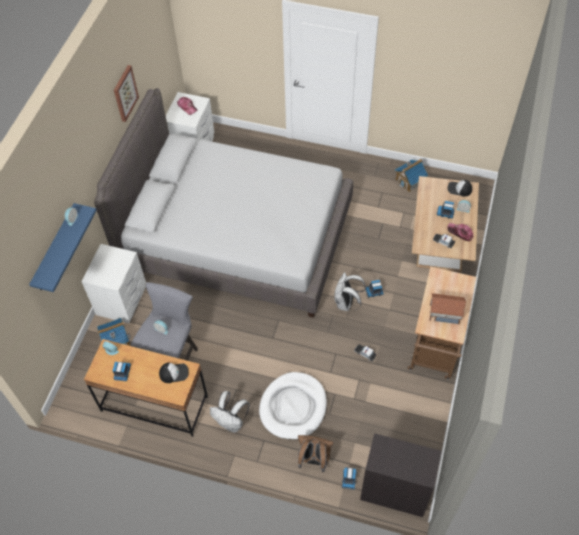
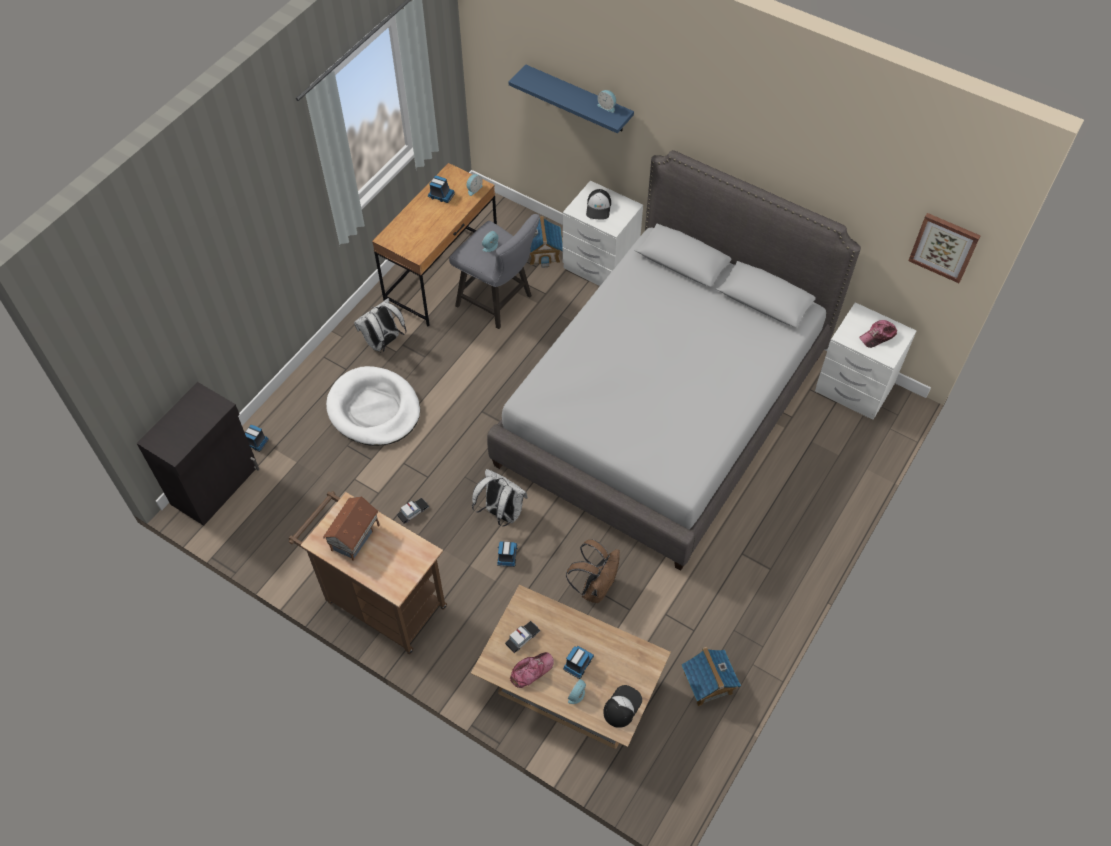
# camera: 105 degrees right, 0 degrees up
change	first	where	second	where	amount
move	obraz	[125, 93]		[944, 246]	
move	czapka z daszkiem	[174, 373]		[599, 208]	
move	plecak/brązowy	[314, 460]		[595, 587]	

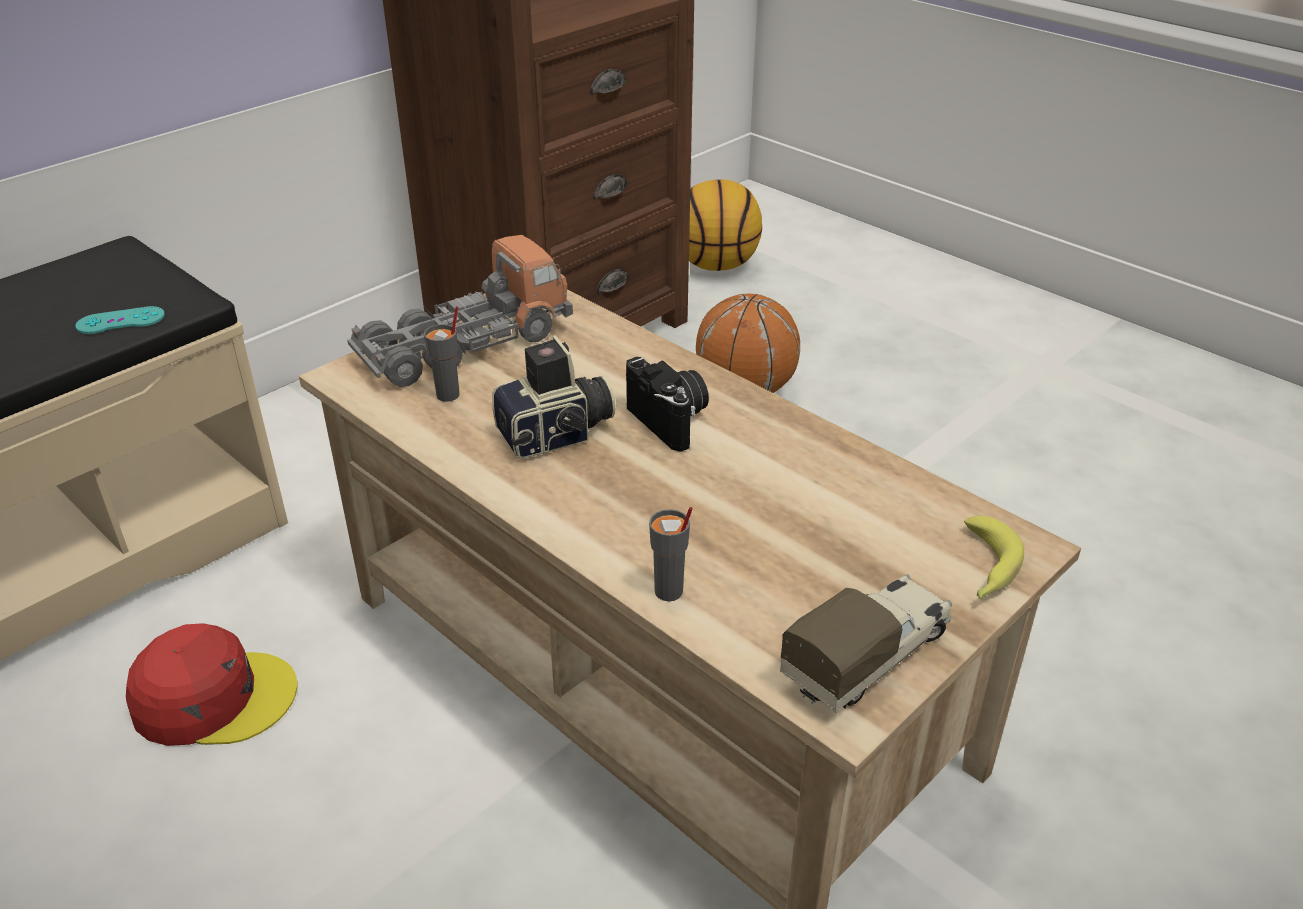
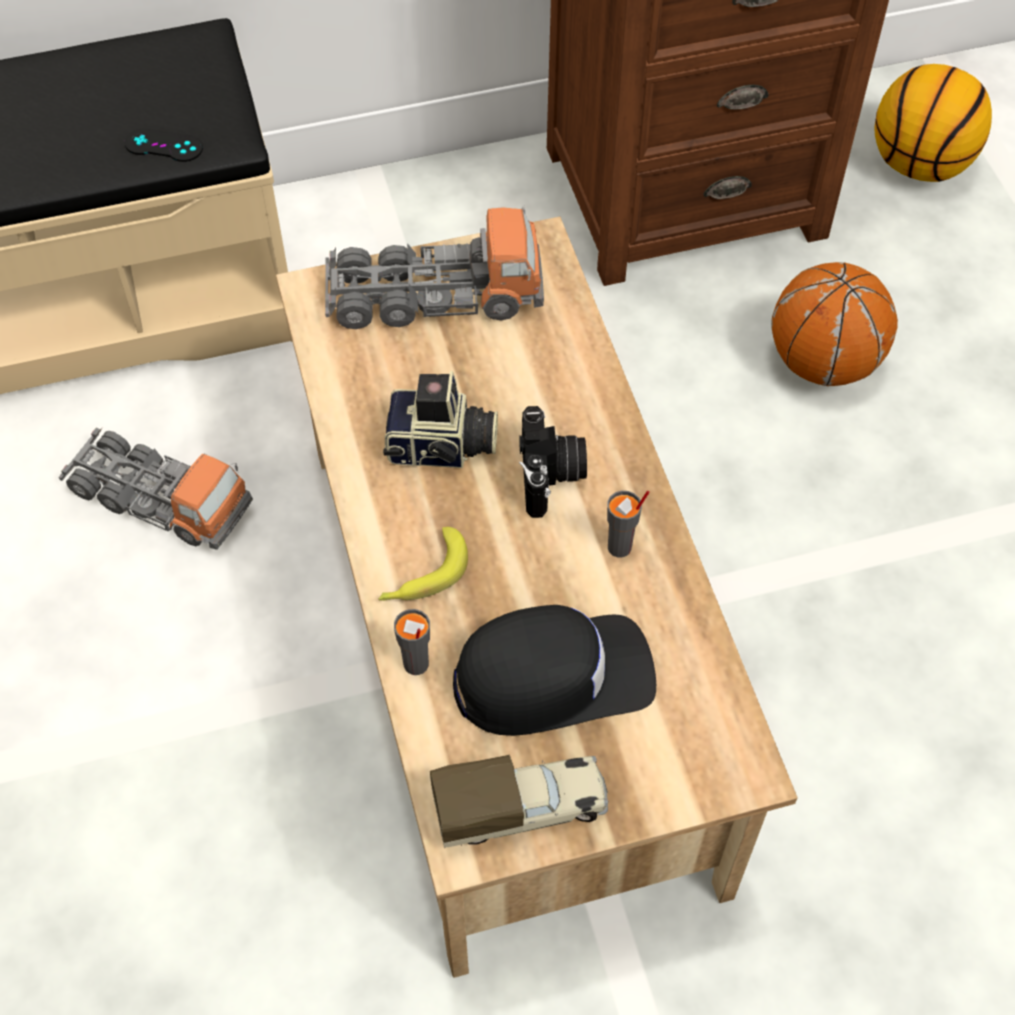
# camera: 30 degrees right, 20 degrees up
change	first	where	second	where	amount
insert			czapka z daszkiem/czarny	[554, 677]	
move	filiżanka/szary	[449, 395]		[620, 547]	
move	banan	[985, 569]		[423, 576]	
replace	czapka z daszkiem/czerwony	[214, 697]	ciężarówka zabawkowa	[159, 499]	
recolor	pad do gier/turkusowy	[121, 321]	pad do gier/czarny	[163, 146]	

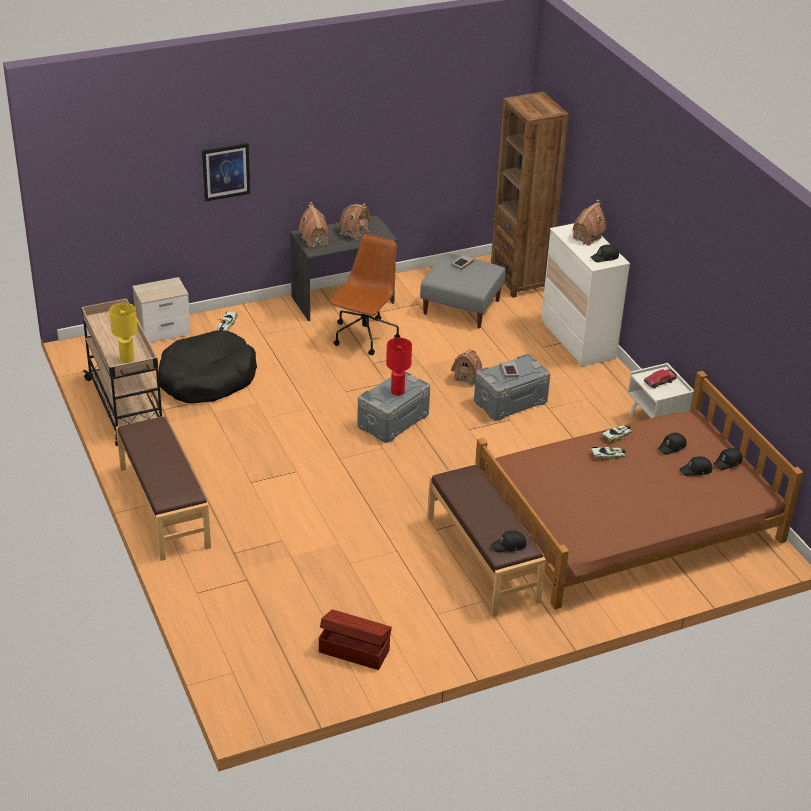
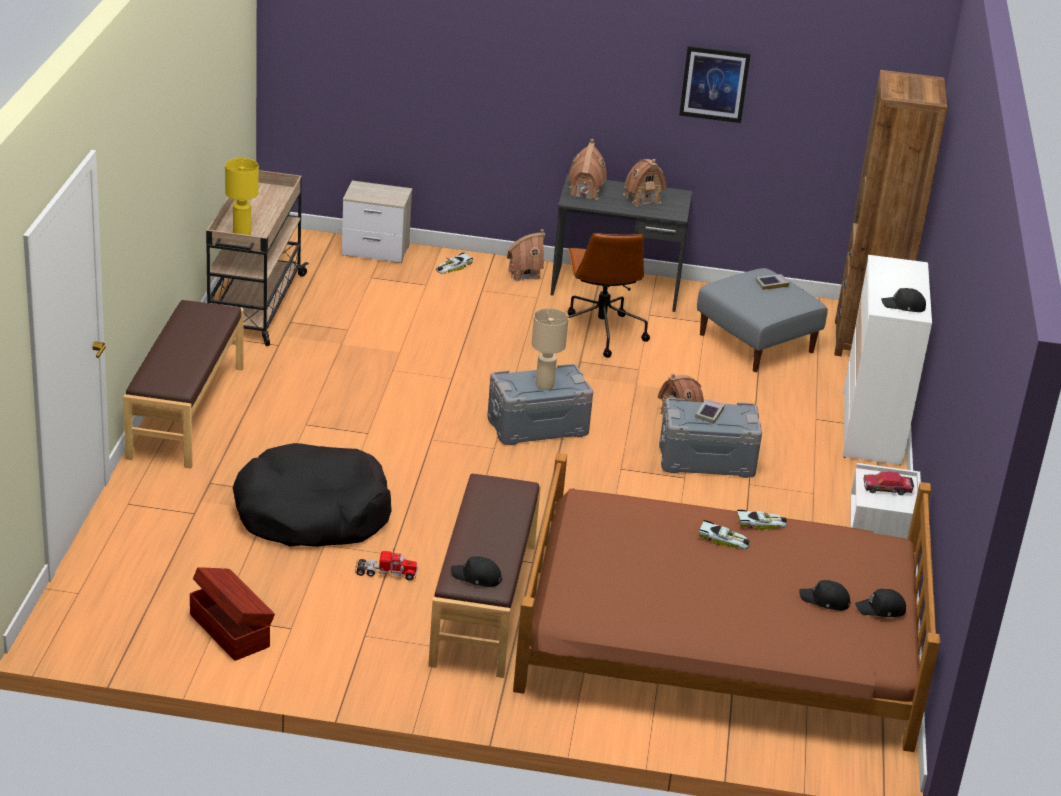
# camera: 30 degrees right, 5 degrees down
change	first	where	second	where	amount
delete	czapka z daszkiem/czarny	[672, 447]			
insert			ciężarówka zabawkowa	[385, 573]	
move	legowisko/czarny	[206, 379]		[312, 514]	
move	obraz	[226, 171]		[714, 84]	
move	domek	[586, 238]		[524, 273]	
recolor	lampa stołowa/czerwony	[398, 392]	lampa stołowa/beżowy	[545, 385]	
rotate	krzesło biurowe/brązowy	[364, 337]		[600, 332]	120 degrees clockwise

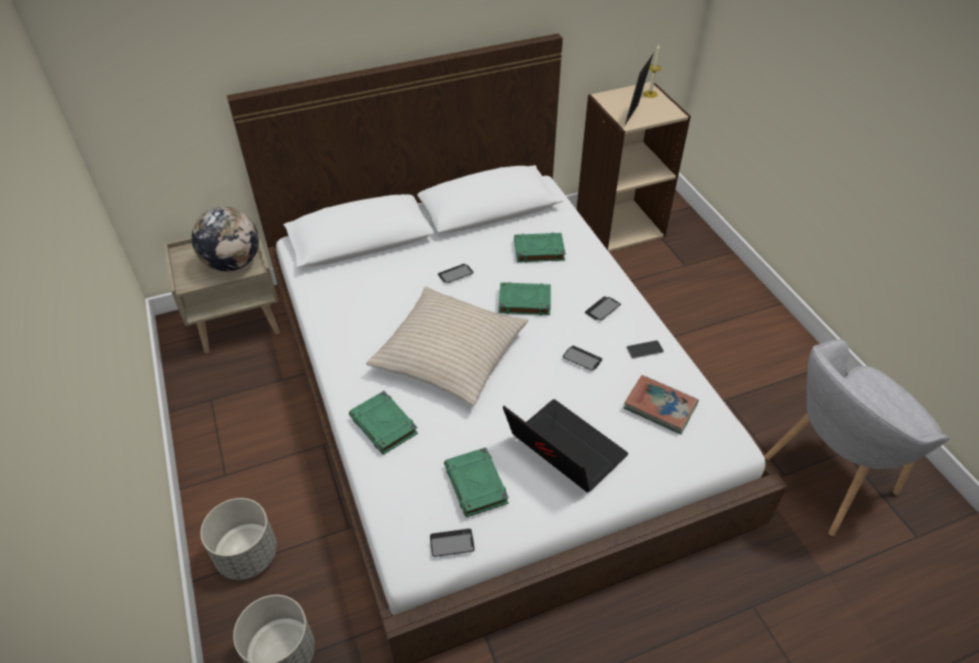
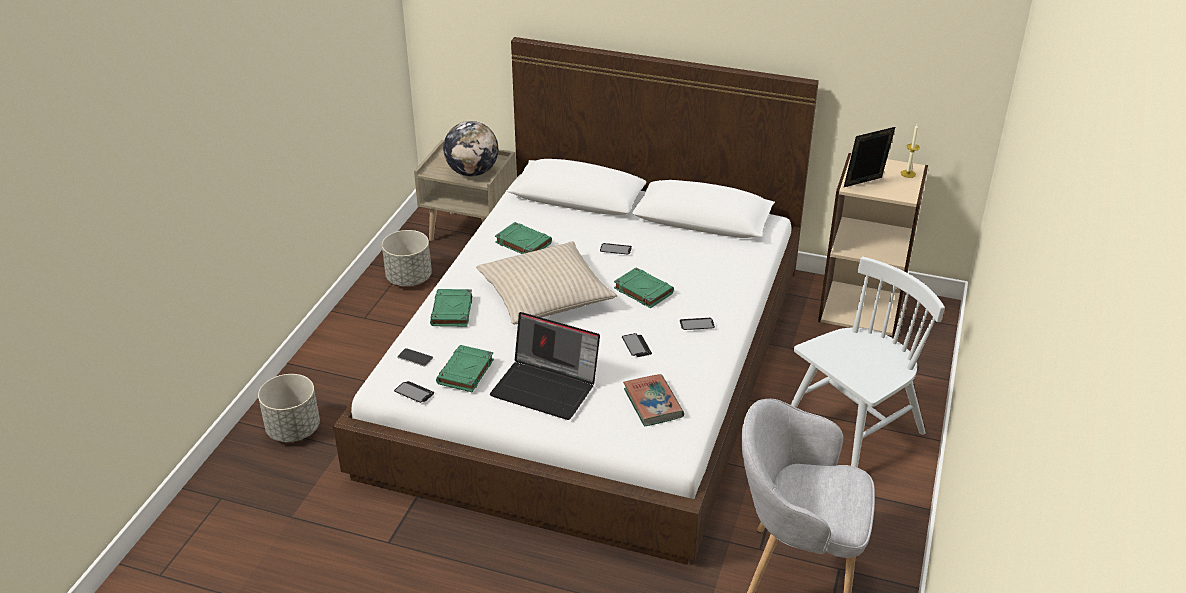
# camera: 40 degrees right, 10 degrees down
change	first	where	second	where	amount
insert			krzesło/biały	[853, 429]	
move	donica/szary	[248, 555]		[409, 278]	
move	książka/zielony	[538, 250]		[522, 243]	
move	telefon	[644, 349]		[415, 357]	
rotate	laptop	[562, 450]		[547, 387]	120 degrees clockwise

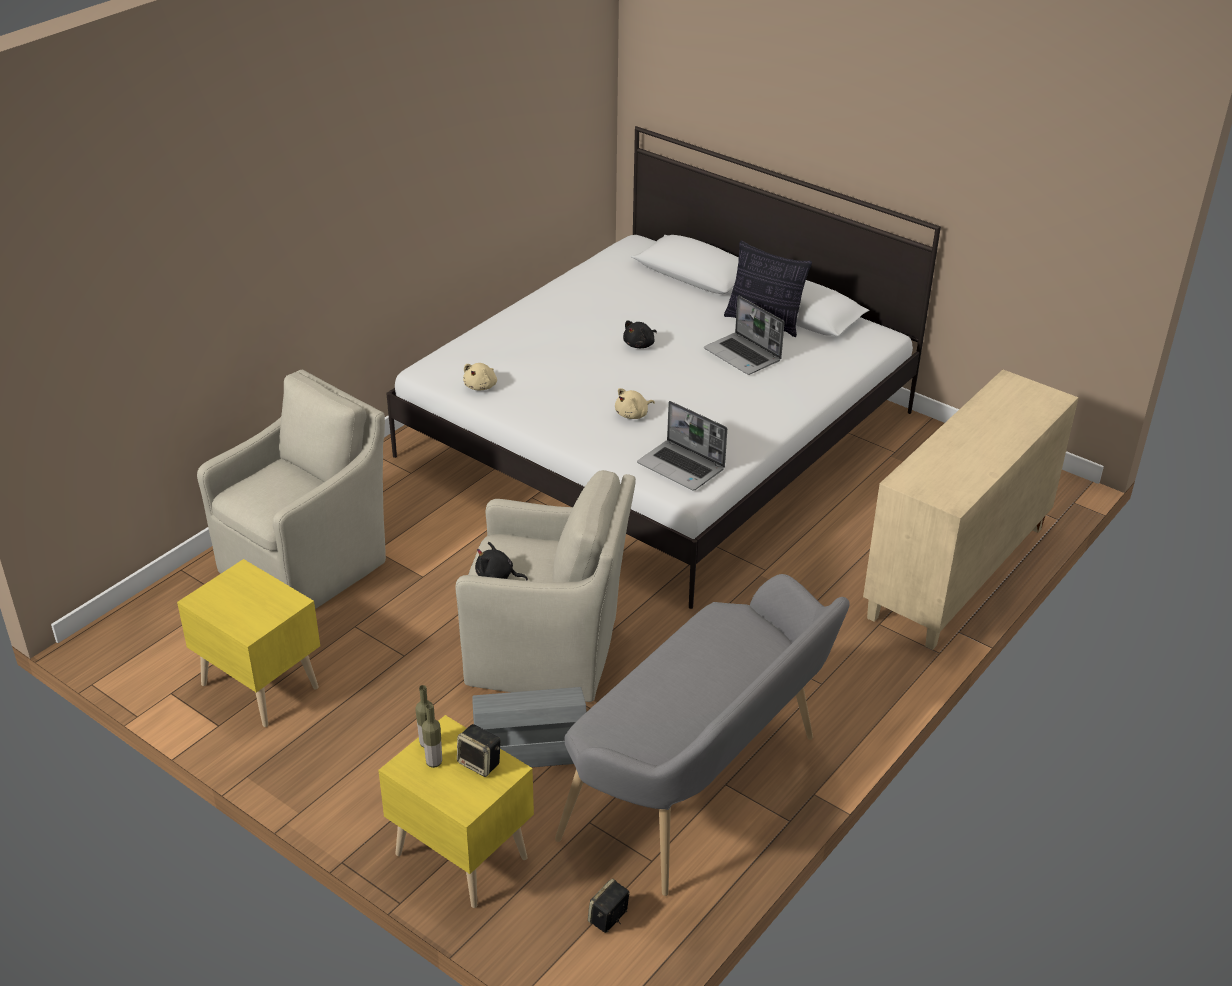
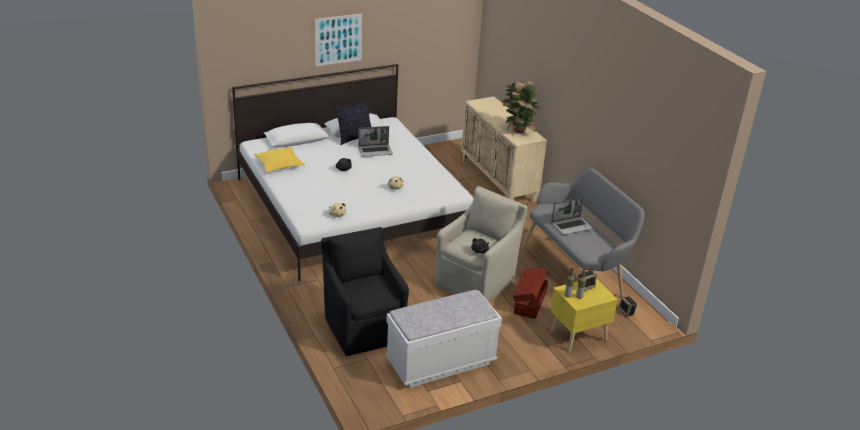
# camera: 65 degrees left, 5 degrees down
change	first	where	second	where	amount
insert			poduszka/żółty	[279, 164]	
insert			obraz	[338, 39]	
insert			roślina doniczkowa	[518, 131]	
move	laptop	[682, 467]		[571, 226]	
replace	szafka nocna/żółty	[260, 684]	ławka/biały	[441, 362]	
recolor	fotel/beżowy	[308, 564]	fotel/czarny	[363, 328]	
recolor	pojemnik do przechowywania/szary	[529, 747]	pojemnik do przechowywania/brązowy	[529, 303]	

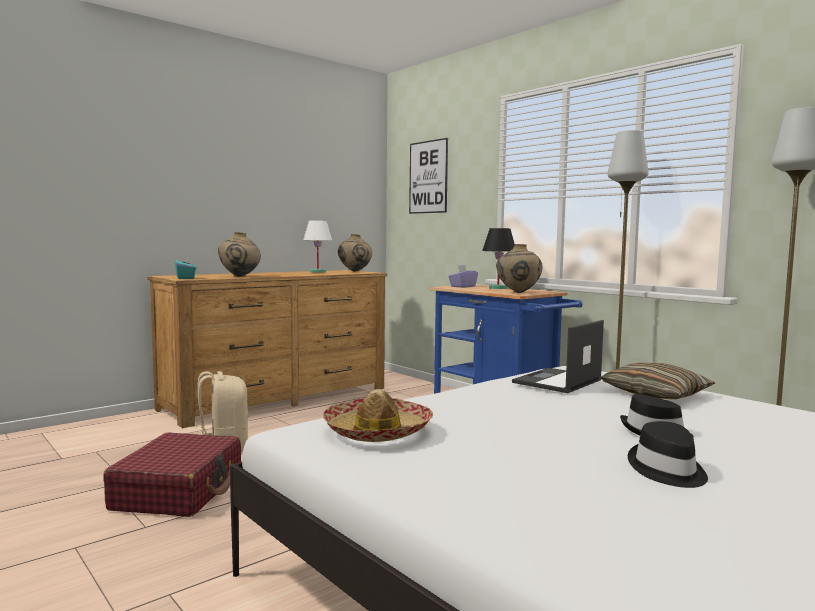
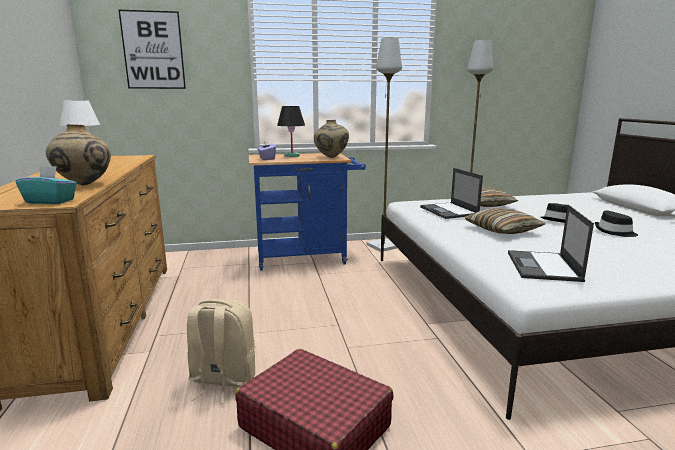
# camera: 60 degrees left, 10 degrees up
change	first	where	second	where	amount
delete	wazon/beżowy	[354, 271]			
insert			poduszka	[502, 230]	
replace	kapelusz	[377, 431]	laptop	[543, 267]	

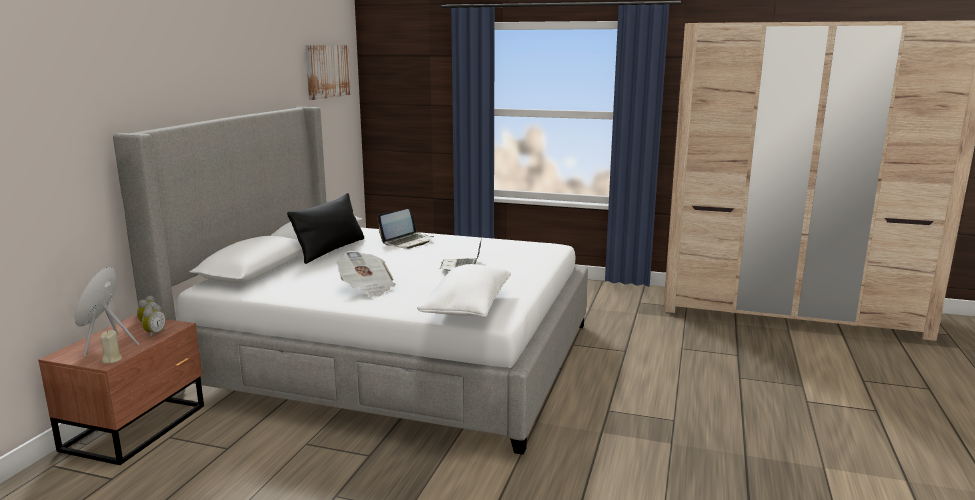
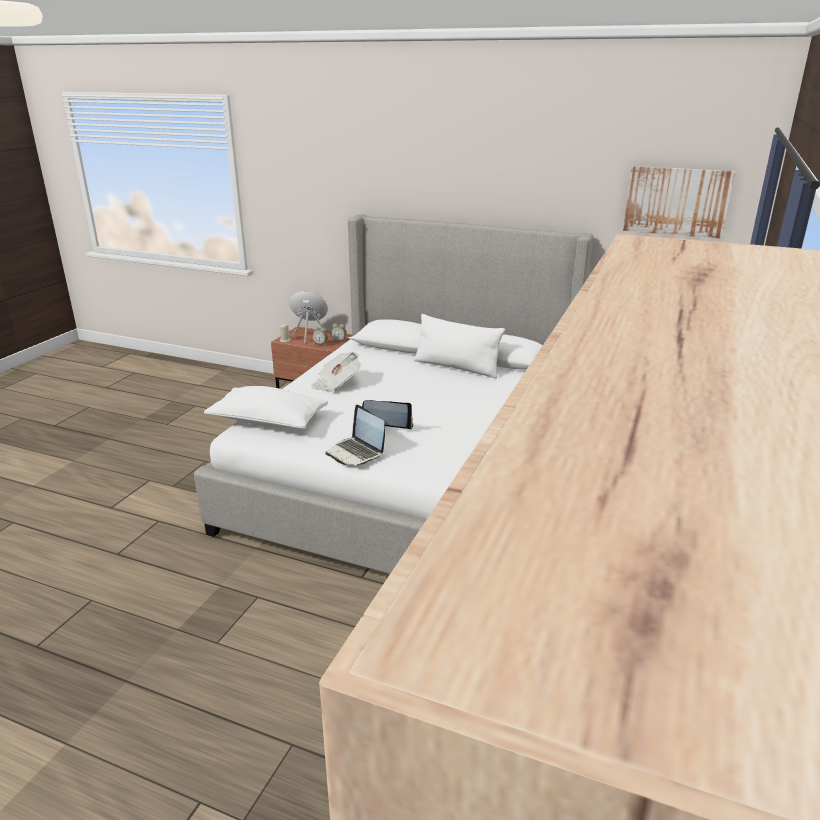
# camera: 95 degrees right, 10 degrees up
change	first	where	second	where	amount
move	laptop	[407, 242]		[356, 453]	
recolor	poduszka/czarny	[330, 250]	poduszka/biały	[456, 367]	

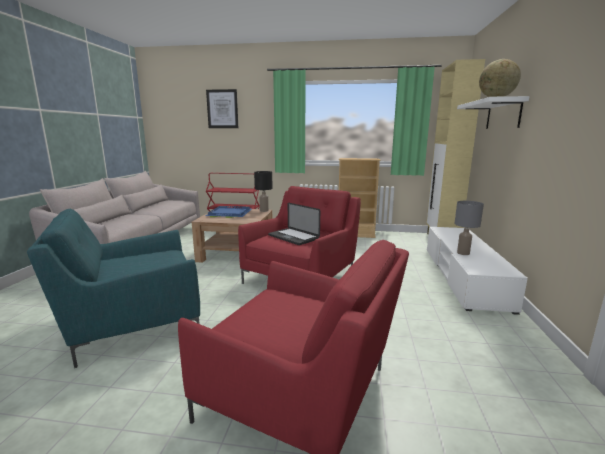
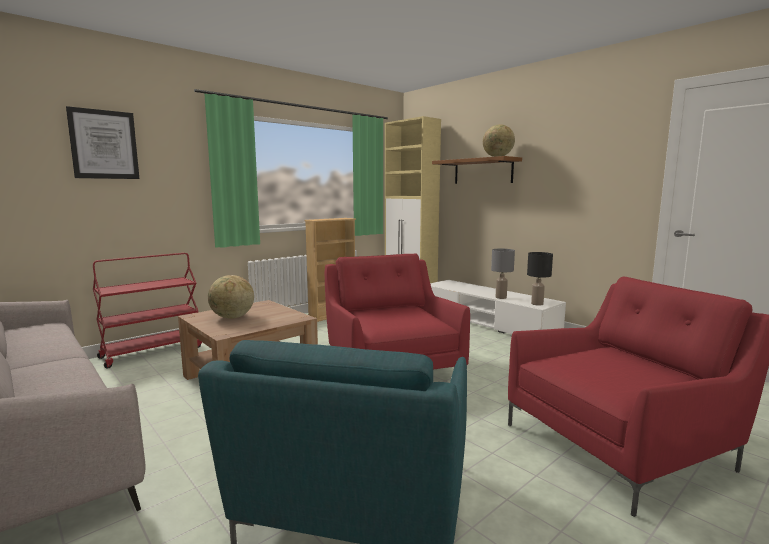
# camera: 50 degrees left, 5 degrees down
change	first	where	second	where	amount
delete	laptop	[293, 237]			
move	lampa stołowa/czarny	[264, 211]		[537, 304]	
replace	taca/niebieski	[228, 214]	globus	[232, 317]	
recolor	półka/biały	[503, 115]	półka/brązowy	[483, 171]	

